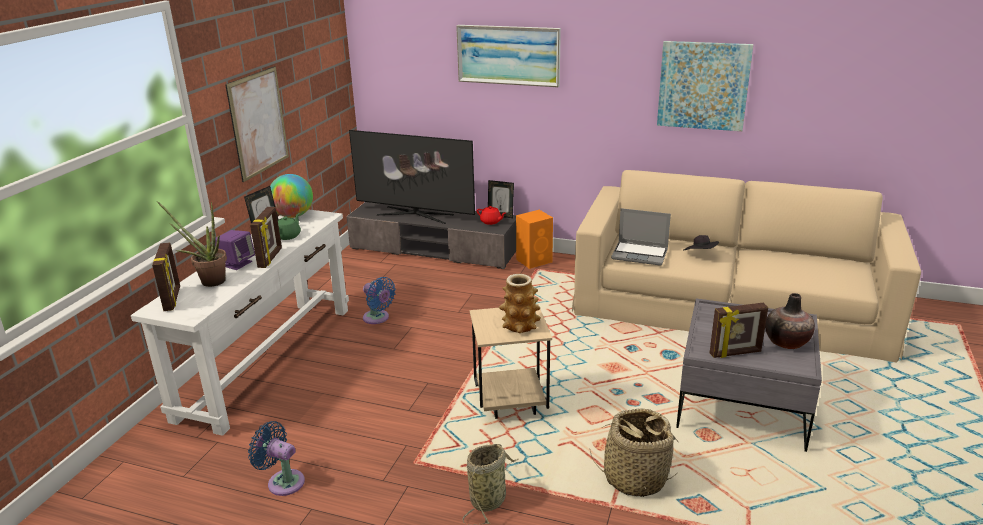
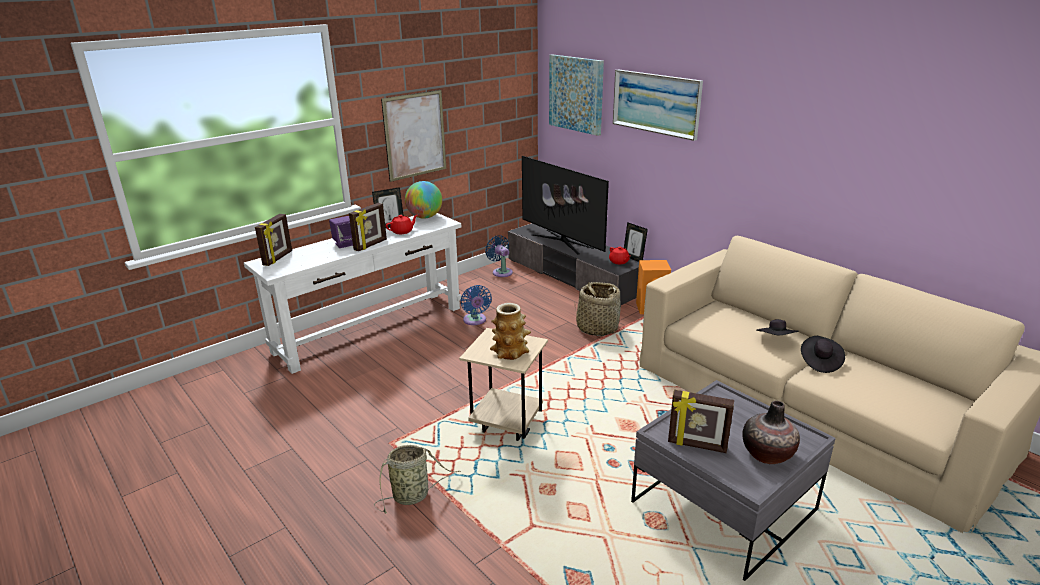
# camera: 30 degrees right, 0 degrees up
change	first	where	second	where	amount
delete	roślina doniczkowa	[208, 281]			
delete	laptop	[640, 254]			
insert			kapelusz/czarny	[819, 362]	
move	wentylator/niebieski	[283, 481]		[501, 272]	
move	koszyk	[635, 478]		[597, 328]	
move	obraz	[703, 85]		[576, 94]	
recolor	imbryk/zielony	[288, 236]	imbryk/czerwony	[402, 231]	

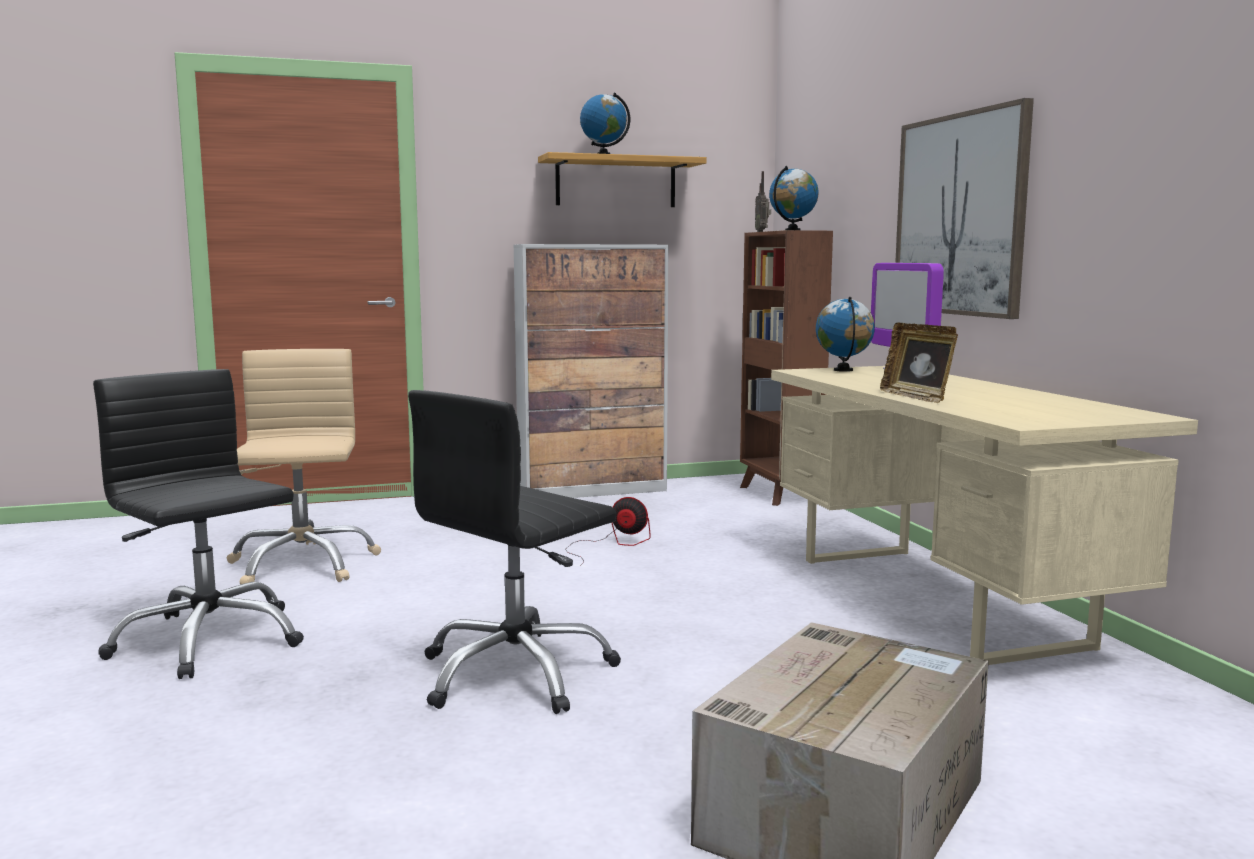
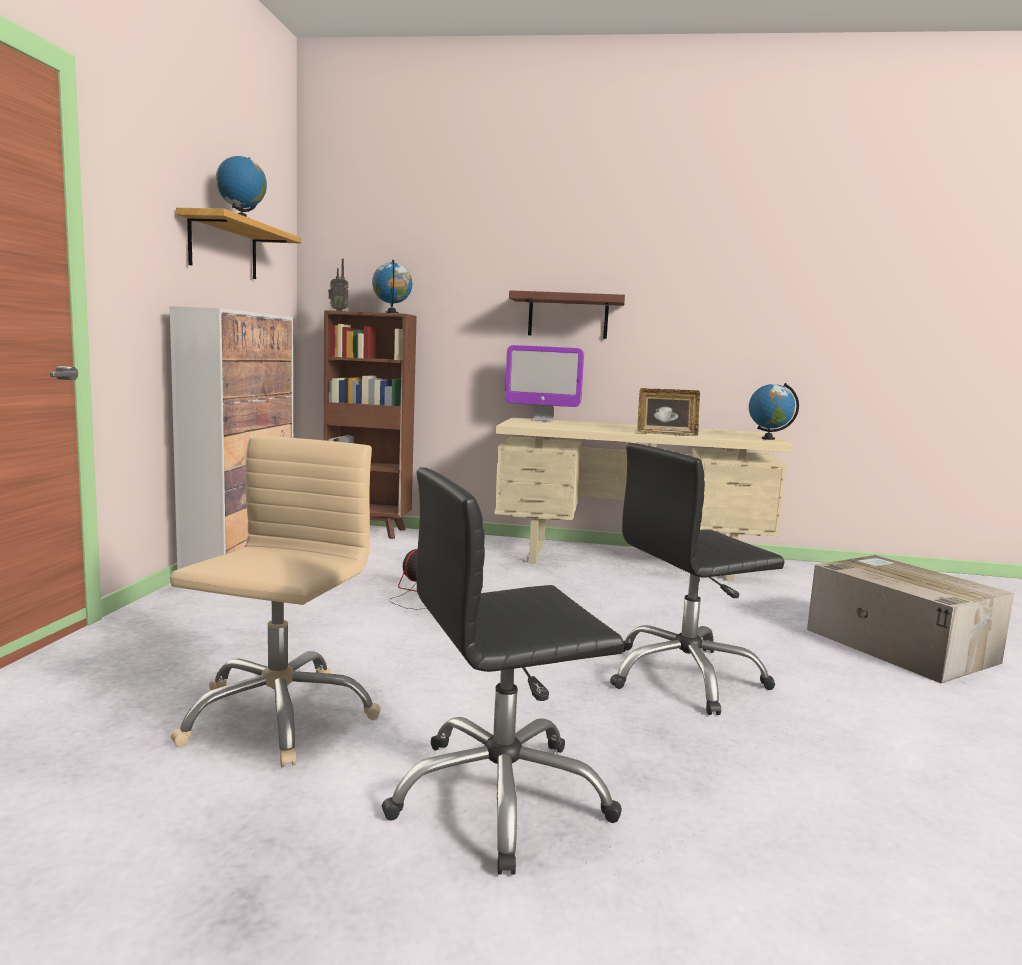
# camera: 65 degrees left, 0 degrees up
change	first	where	second	where	amount
move	globus	[843, 370]		[768, 439]	
replace	obraz	[960, 215]	półka	[568, 316]	
rotate	krzesło biurowe/beżowy	[302, 564]		[277, 715]	90 degrees clockwise
rotate	krzesło biurowe/czarny	[516, 674]		[685, 677]	90 degrees clockwise

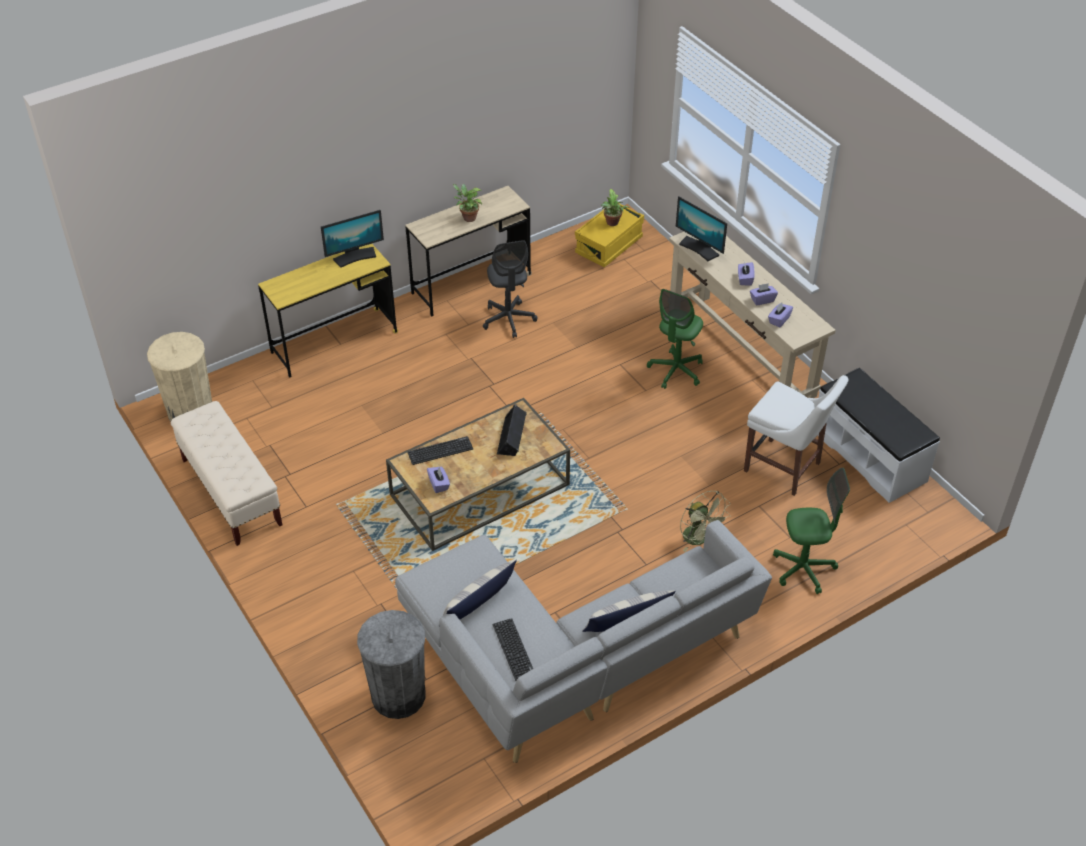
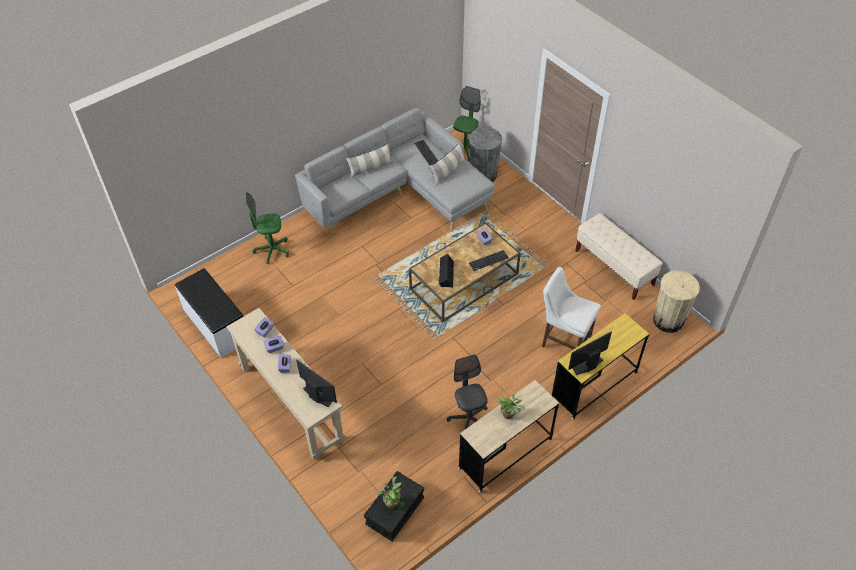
# camera: 175 degrees right, 5 degrees up
change	first	where	second	where	amount
delete	wentylator/zielony	[700, 539]			
move	krzesło biurowe/zielony	[676, 371]		[465, 150]	
move	krzesło/biały	[785, 469]		[564, 340]	
recolor	pojemnik do przechowywania/żółty	[608, 245]	pojemnik do przechowywania/czarny	[395, 511]	

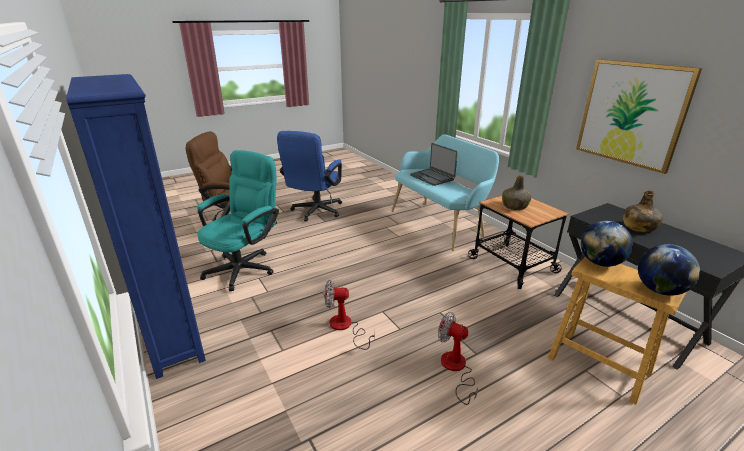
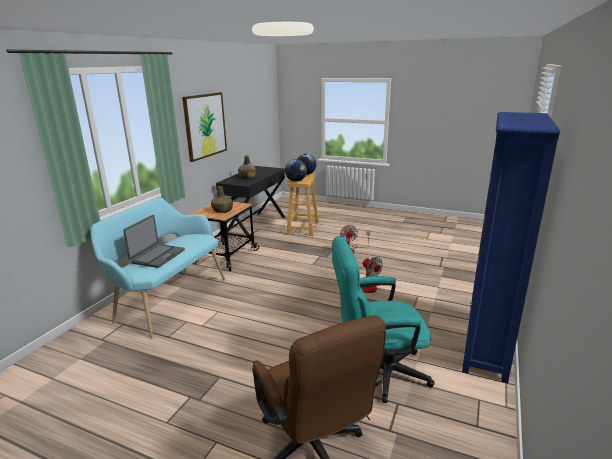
# camera: 125 degrees left, 5 degrees down
change	first	where	second	where	amount
delete	krzesło biurowe/niebieski	[315, 212]			

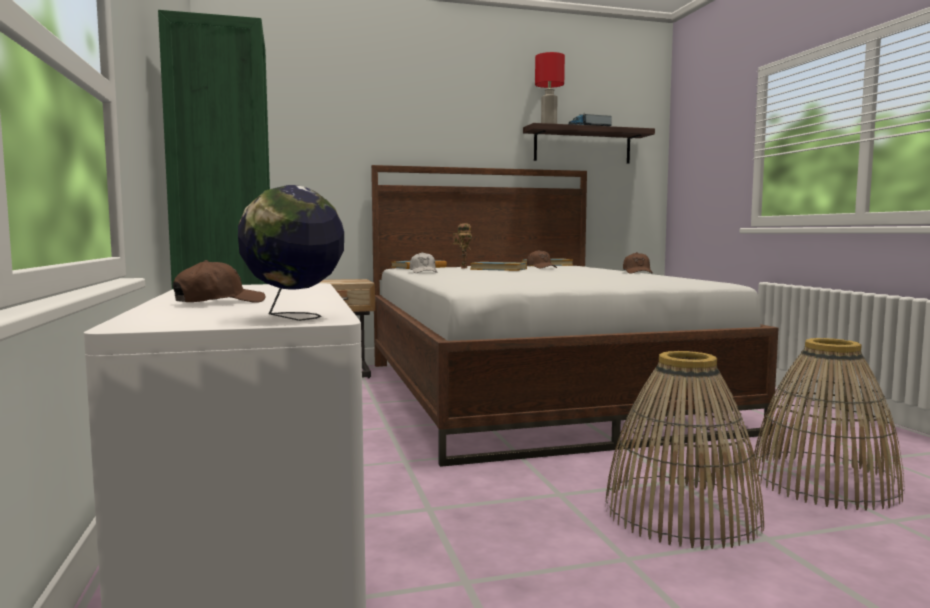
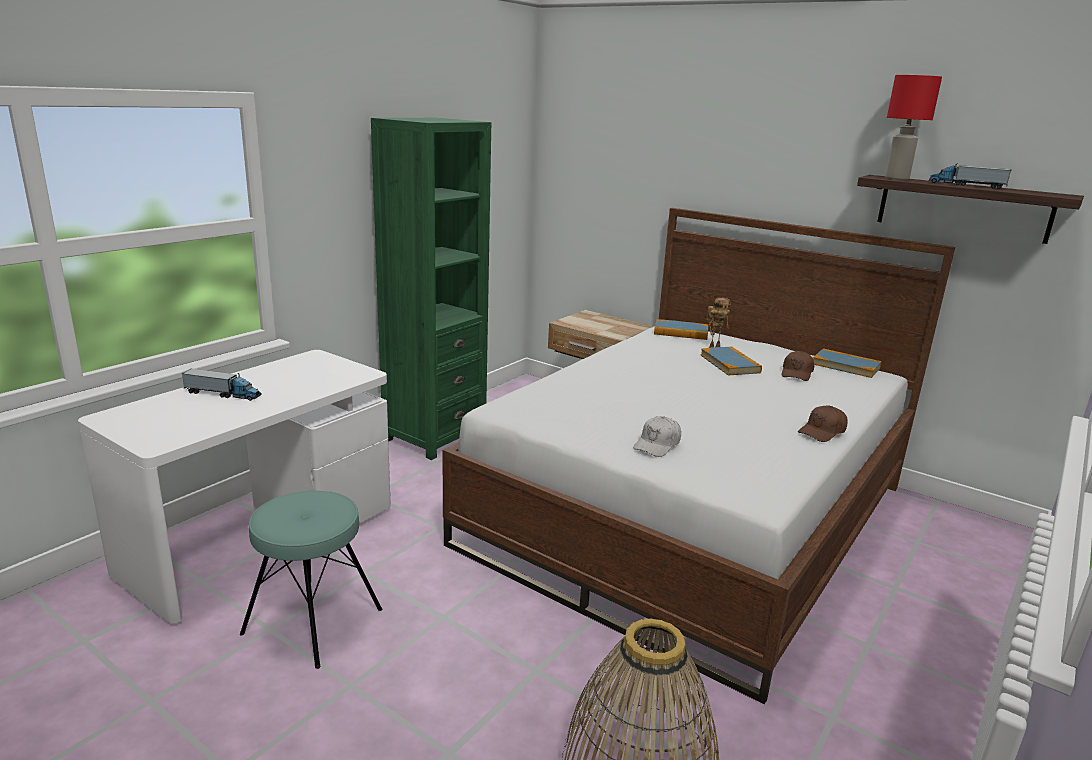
# camera: 50 degrees right, 15 degrees up
change	first	where	second	where	amount
delete	globus	[294, 318]			
delete	koszyk	[682, 513]			
insert			stołek/turkusowy	[312, 621]	
move	czapka z daszkiem/biały	[423, 272]		[657, 445]	
replace	czapka z daszkiem/brązowy	[219, 302]	ciężarówka zabawkowa	[223, 394]	

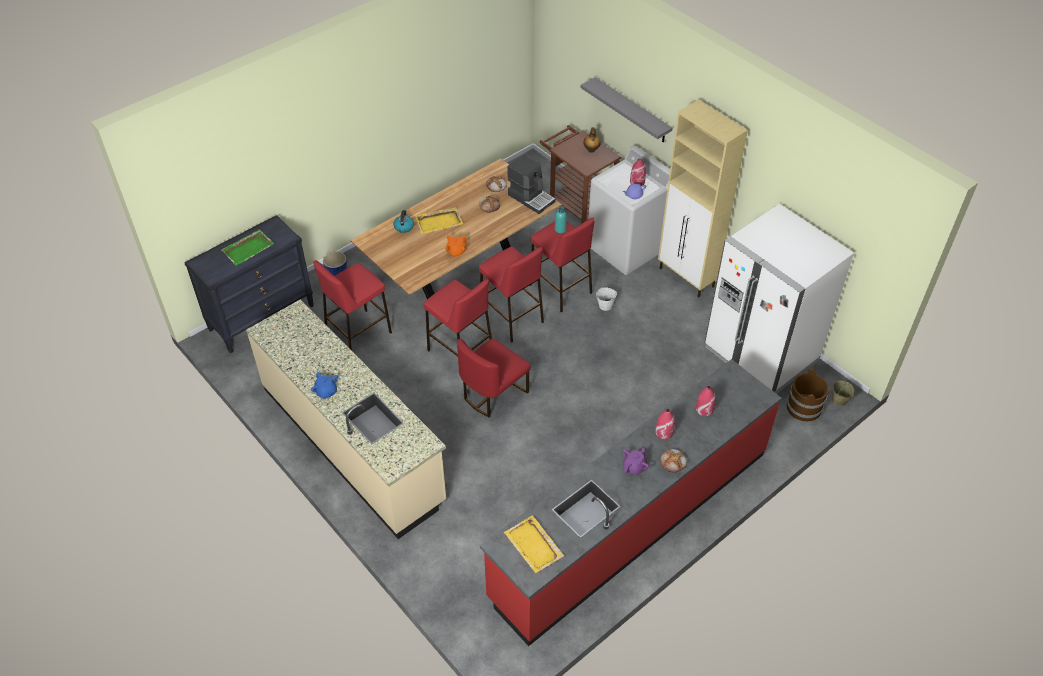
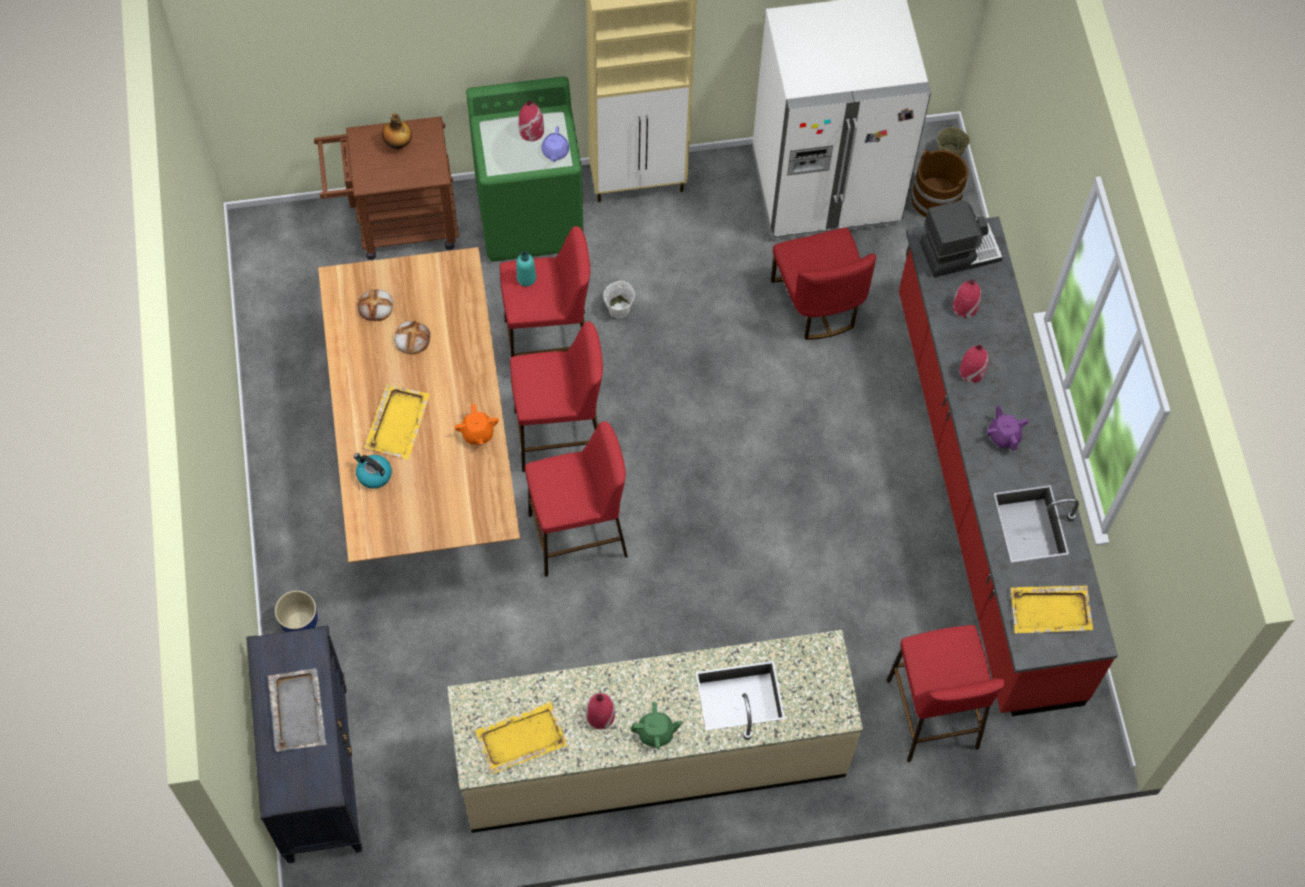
# camera: 60 degrees left, 15 degrees up
change	first	where	second	where	amount
delete	półka/szary	[632, 111]			
delete	chleb	[673, 462]			
insert			taca/żółty	[520, 739]	
insert			wazon/czerwony	[600, 716]	
move	stołek/czerwony	[358, 334]		[932, 715]	
move	krzesło/czerwony	[493, 393]		[817, 303]	
move	ekspres do kawy	[531, 198]		[959, 251]	
recolor	taca/zielony	[248, 248]	taca/szary	[297, 710]	
recolor	imbryk/niebieski	[326, 392]	imbryk/zielony	[656, 733]	
recolor	pralka/biały	[627, 248]	pralka/zielony	[530, 216]	

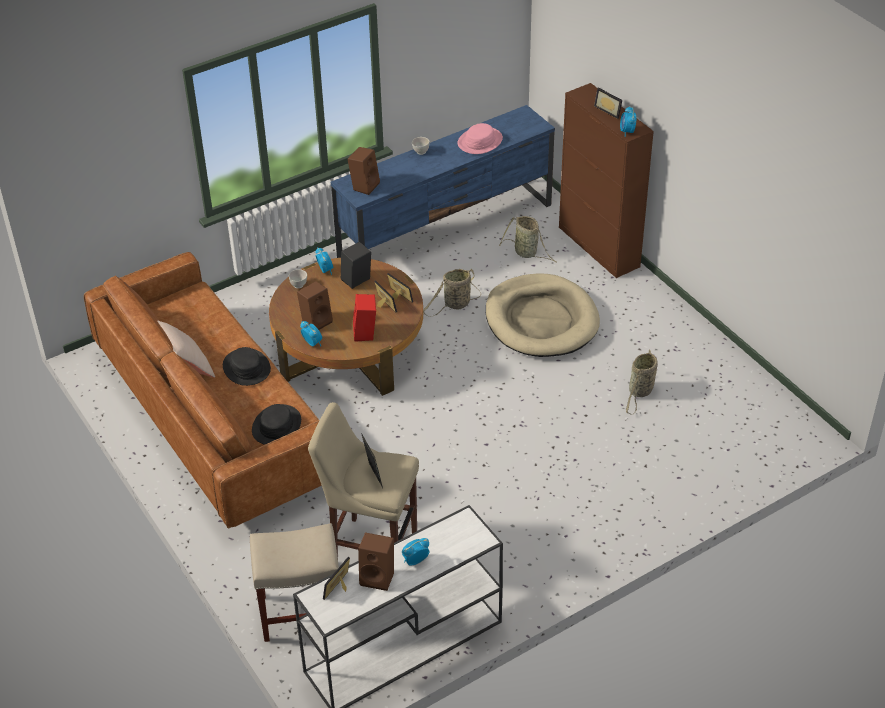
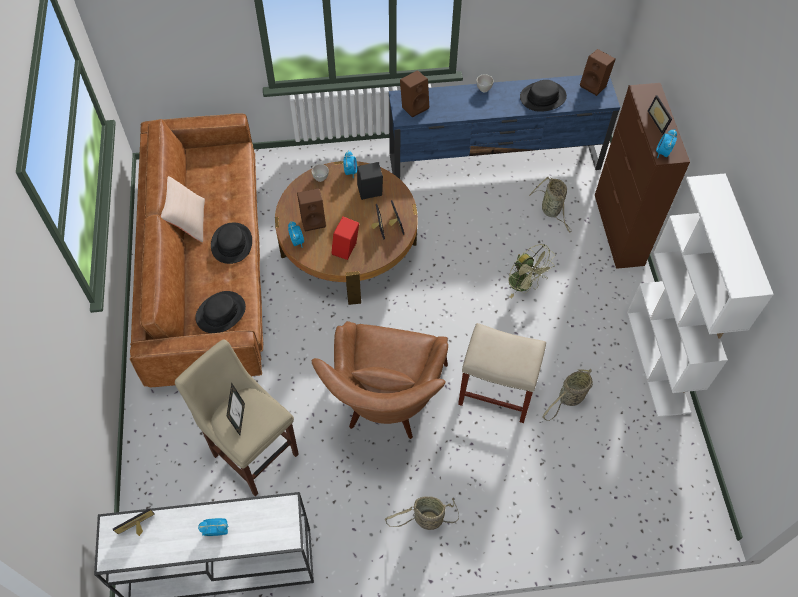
# camera: 25 degrees right, 15 degrees up
change	first	where	second	where	amount
insert			fotel/brązowy	[386, 407]	
insert			regał/biały	[658, 361]	
move	stołek/beżowy	[300, 613]		[495, 392]	
move	głośnik/brązowy	[378, 577]		[594, 85]	
move	koszyk	[455, 304]		[426, 520]	
replace	legowisko/beżowy	[541, 320]	wentylator/zielony	[524, 285]	
recolor	kapelusz/różowy	[480, 141]	kapelusz/czarny	[543, 97]	

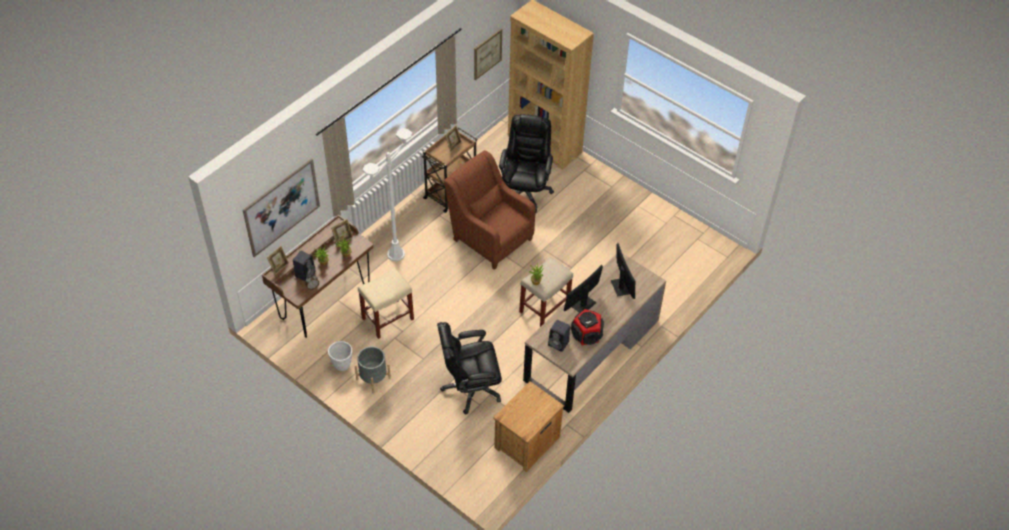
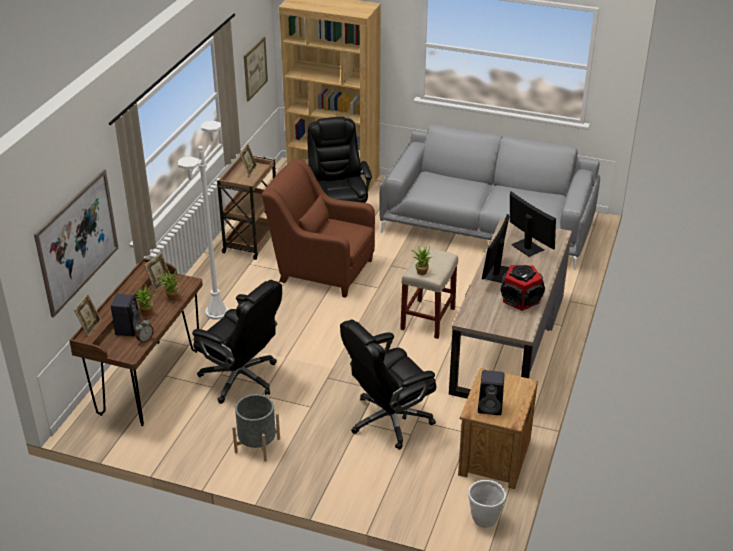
# camera: 20 degrees left, 15 degrees down
change	first	where	second	where	amount
insert			kanapa/szary	[487, 227]	
move	donica/biały	[342, 365]		[484, 520]	
move	głośnik/czarny	[559, 343]		[491, 407]	
replace	stołek/beżowy	[387, 319]	krzesło biurowe/czarny	[241, 378]	

